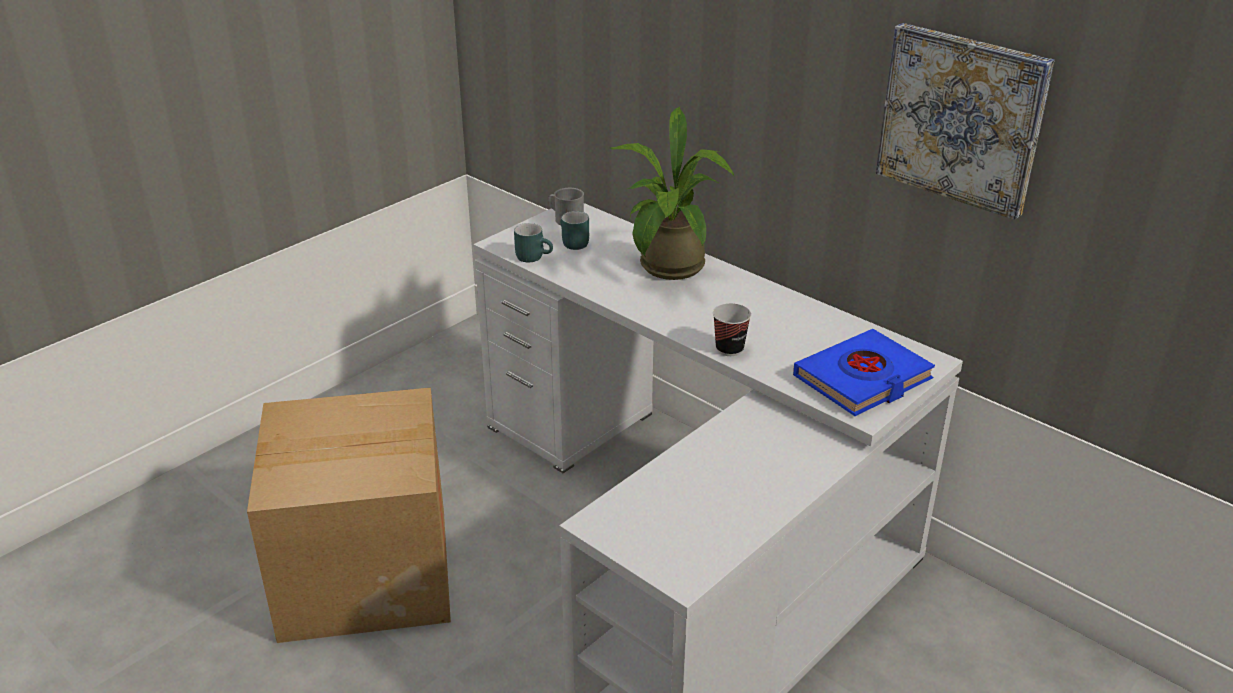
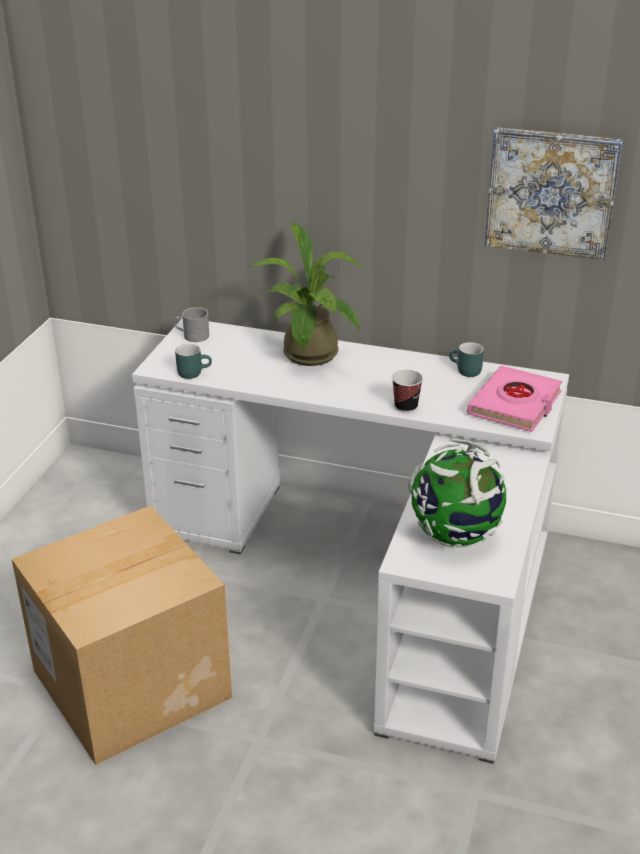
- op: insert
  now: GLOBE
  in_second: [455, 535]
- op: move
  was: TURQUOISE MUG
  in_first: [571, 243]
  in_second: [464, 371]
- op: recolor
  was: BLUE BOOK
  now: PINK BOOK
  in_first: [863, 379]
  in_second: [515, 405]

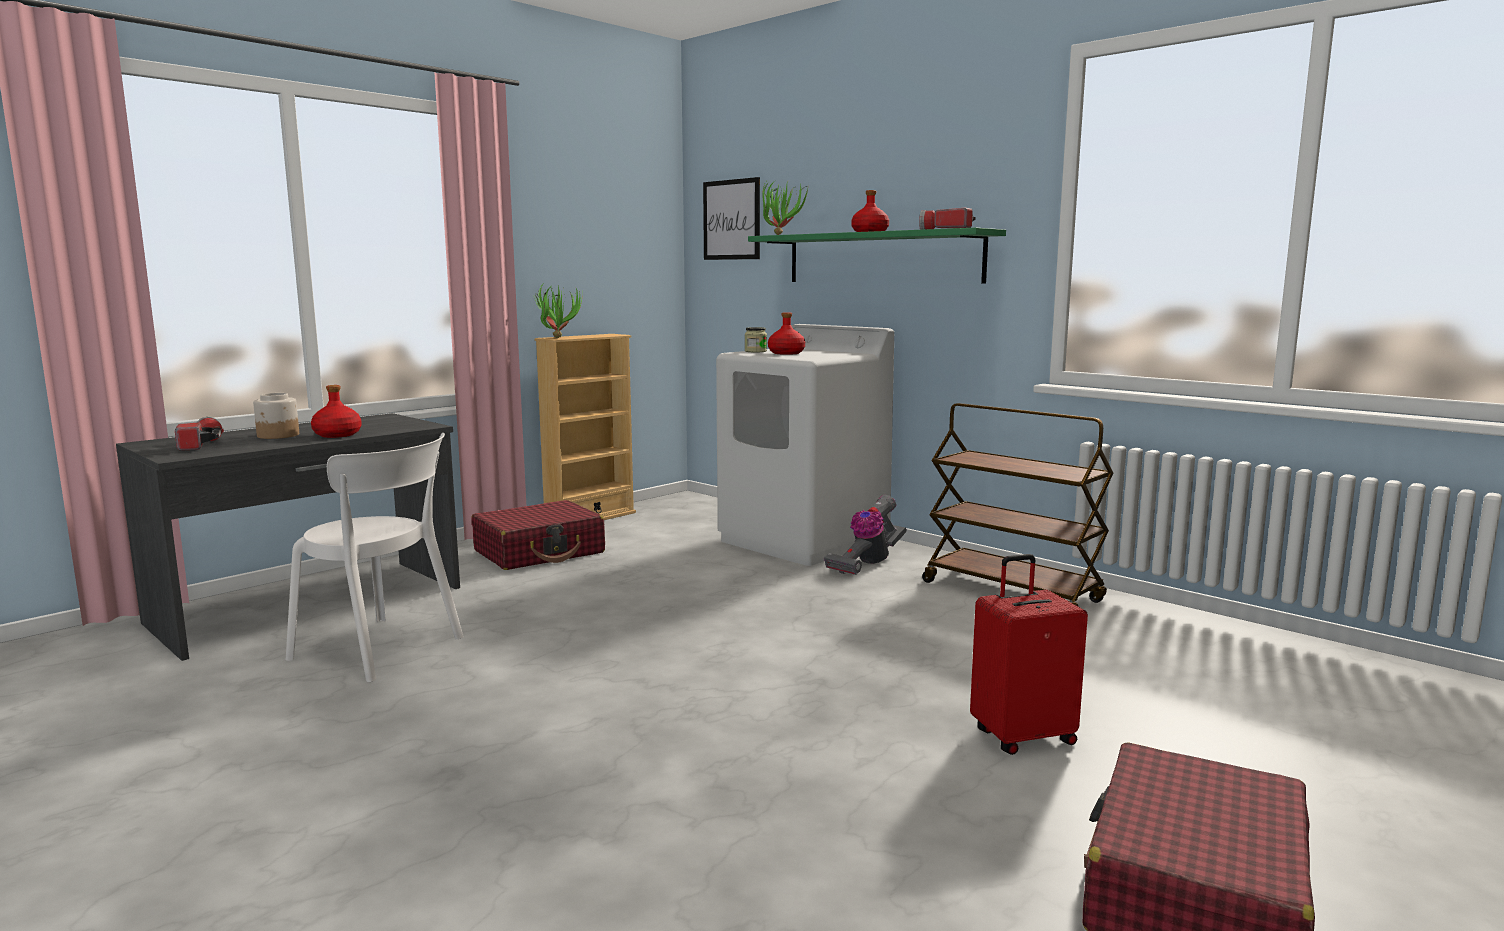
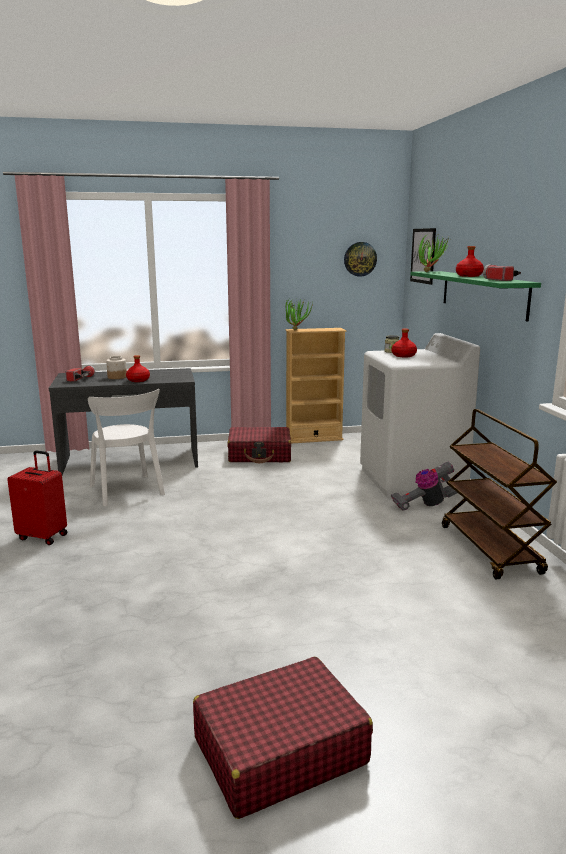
- op: insert
  now: WALL CLOCK
  in_second: [360, 259]
- op: move
  was: RED SUITCASE
  in_first: [1022, 736]
  in_second: [43, 536]

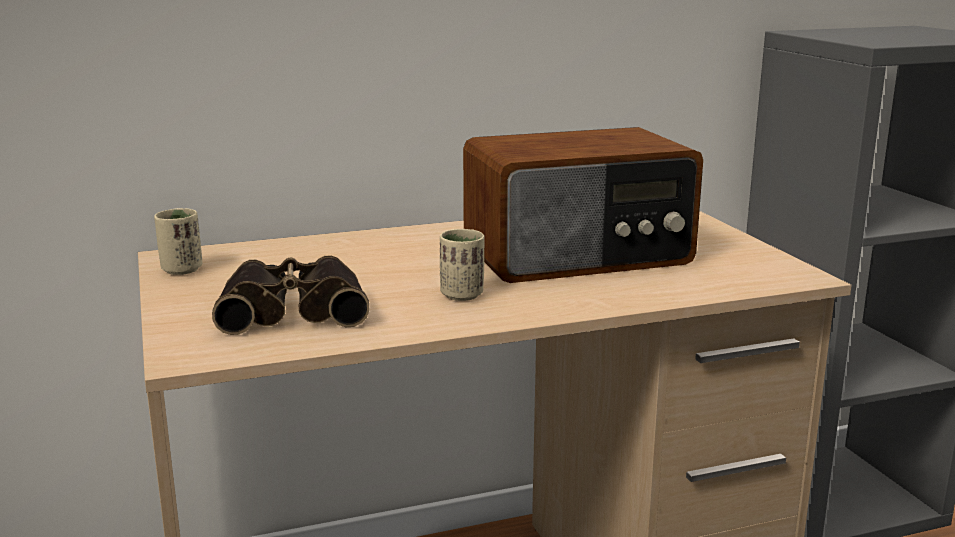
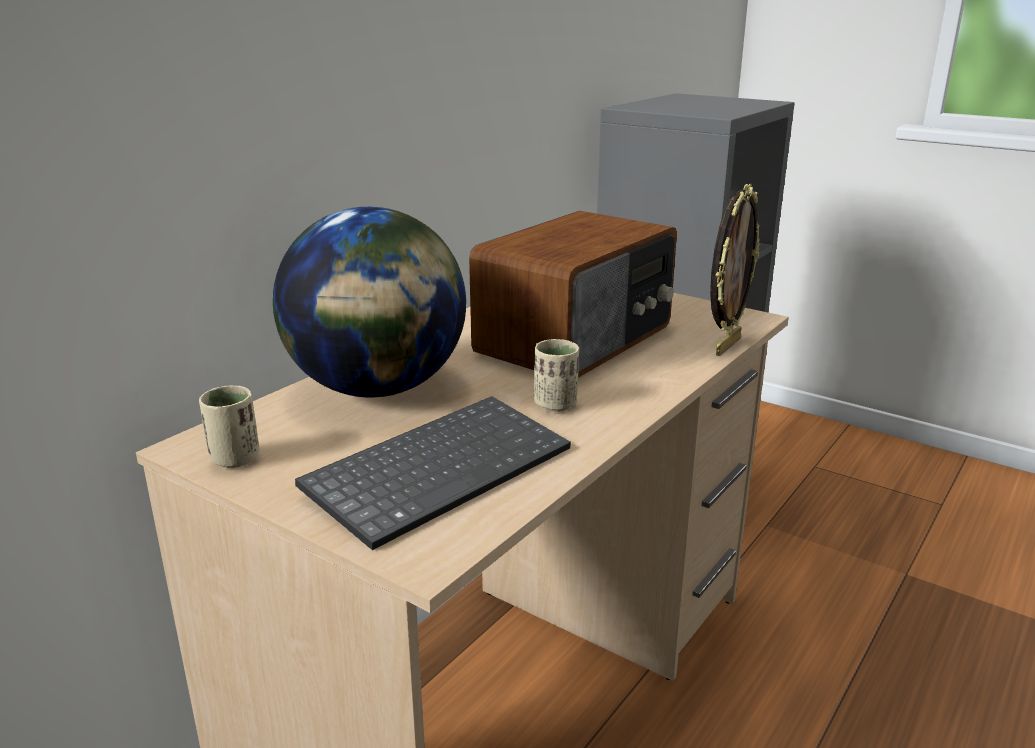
- op: insert
  now: GLOBE
  in_second: [378, 389]
- op: insert
  now: PICTURE FRAME
  in_second: [725, 346]
- op: replace
  was: BINOCULARS
  now: KEYBOARD
  in_first: [294, 311]
  in_second: [439, 468]

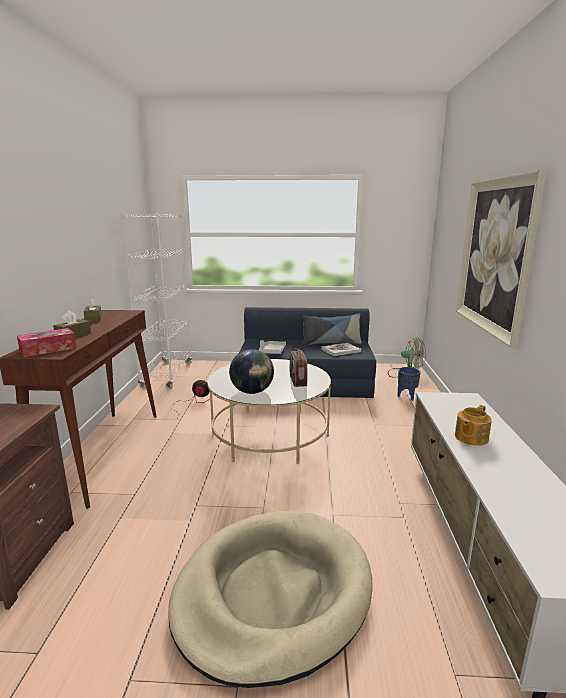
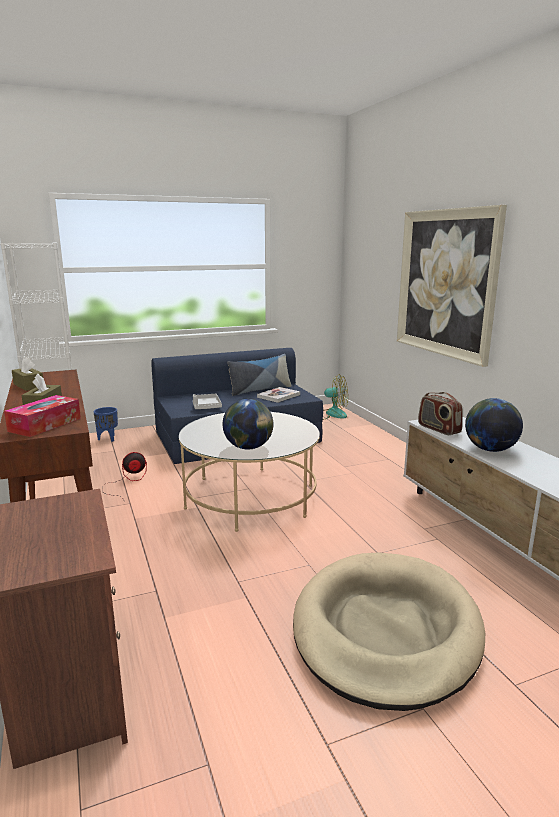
- op: move
  was: RADIO
  in_first: [297, 380]
  in_second: [438, 429]
- op: move
  was: BLUE PLANTER
  in_first: [406, 396]
  in_second: [107, 439]
- op: replace
  was: TEAPOT
  now: GLOBE
  in_first: [470, 438]
  in_second: [490, 449]

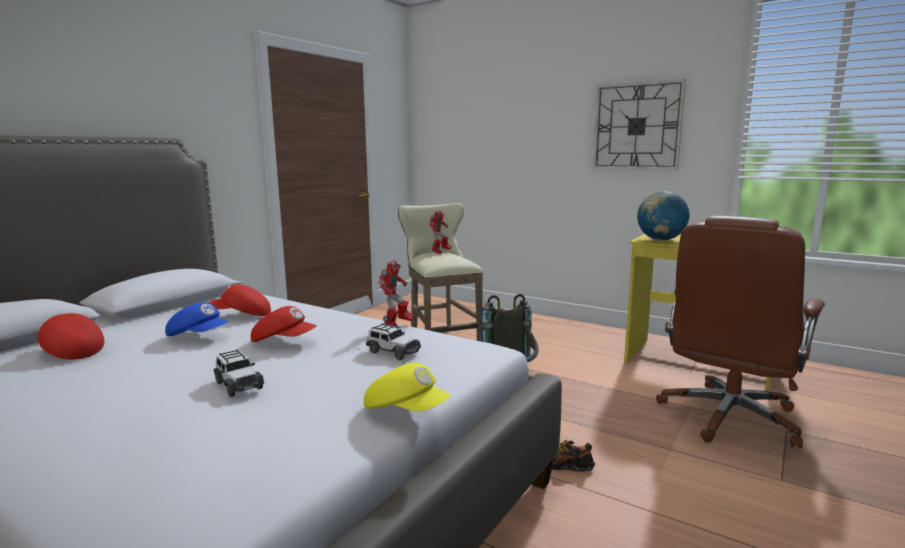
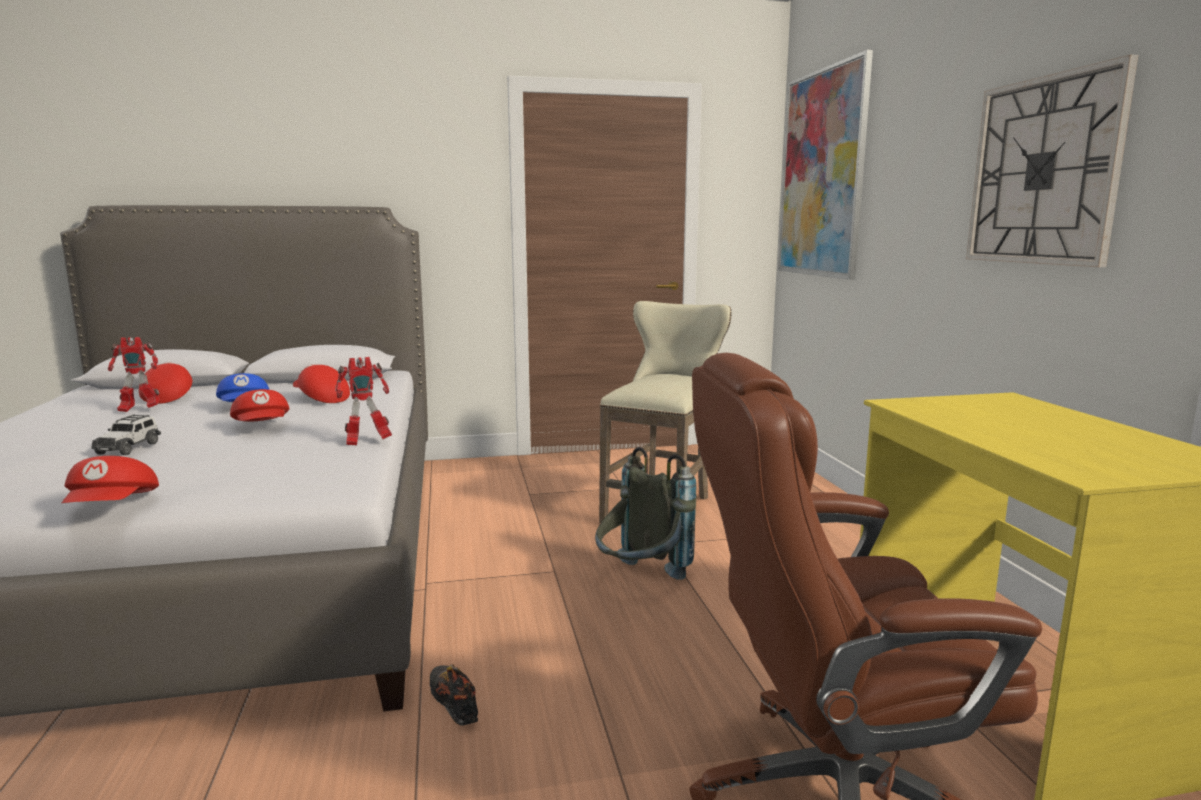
- op: delete
  was: TOY CAR
  in_first: [392, 352]
- op: delete
  was: GLOBE
  in_first: [661, 240]
- op: insert
  now: PICTURE
  in_second: [822, 174]
- op: move
  was: TOY ROBOT
  in_first: [440, 252]
  in_second: [139, 410]
- op: recolor
  was: YELLOW CAP
  now: RED CAP
  in_first: [406, 410]
  in_second: [114, 507]

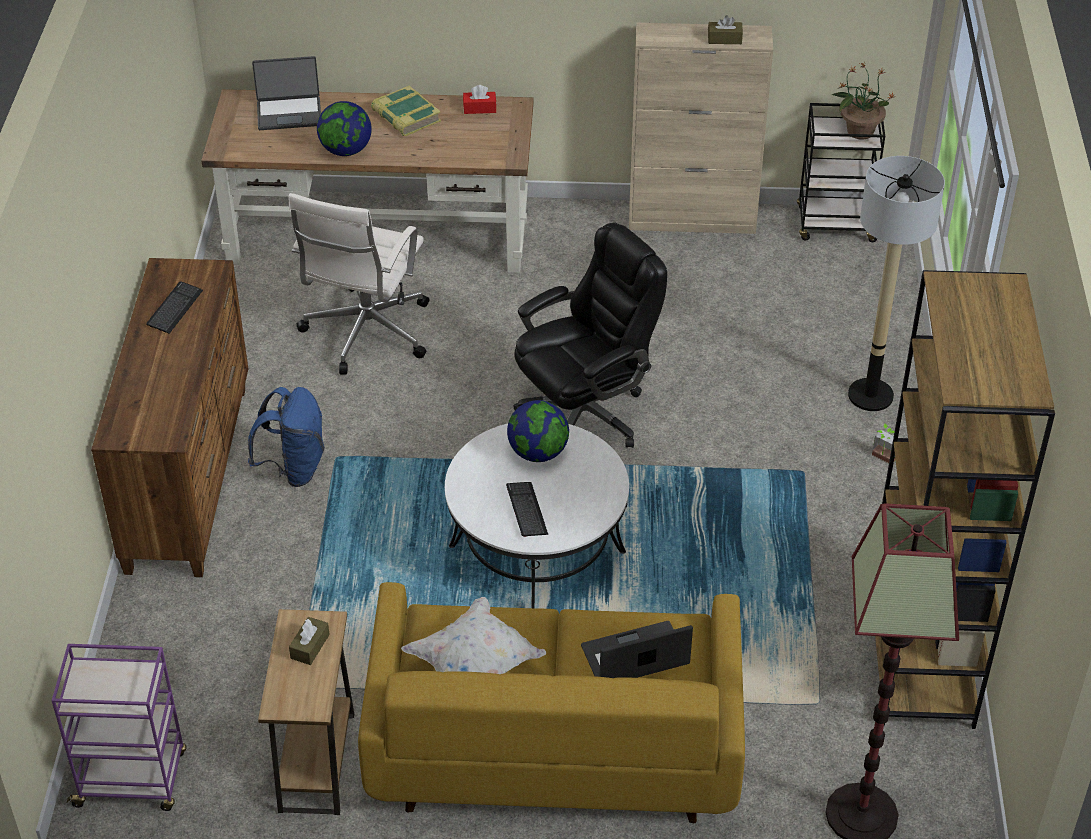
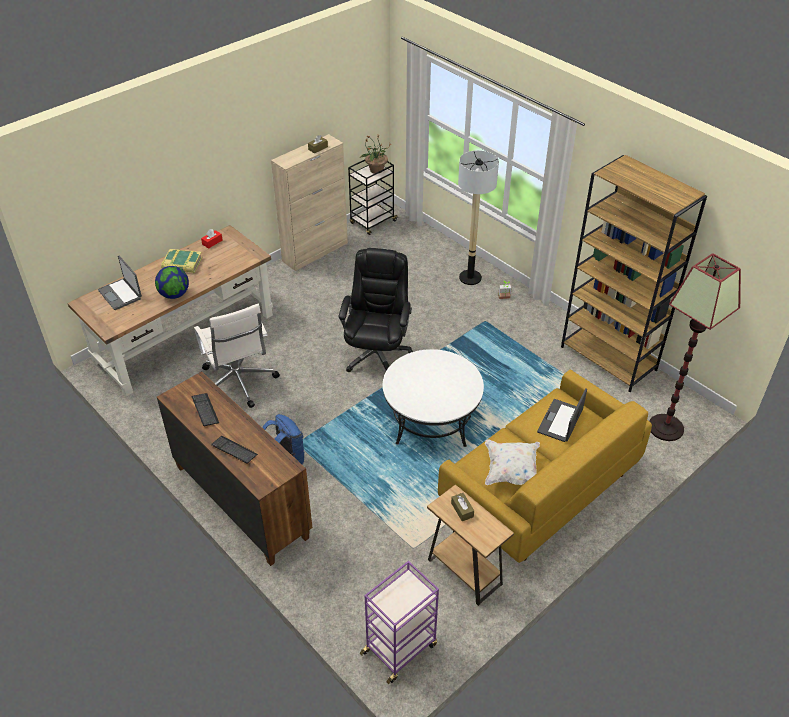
- op: delete
  was: GLOBE
  in_first: [538, 453]
- op: move
  was: KEYBOARD
  in_first: [526, 510]
  in_second: [234, 450]
- op: rotate
  was: LAPTOP
  in_first: [289, 113]
  in_second: [121, 294]
  clockwise: 105

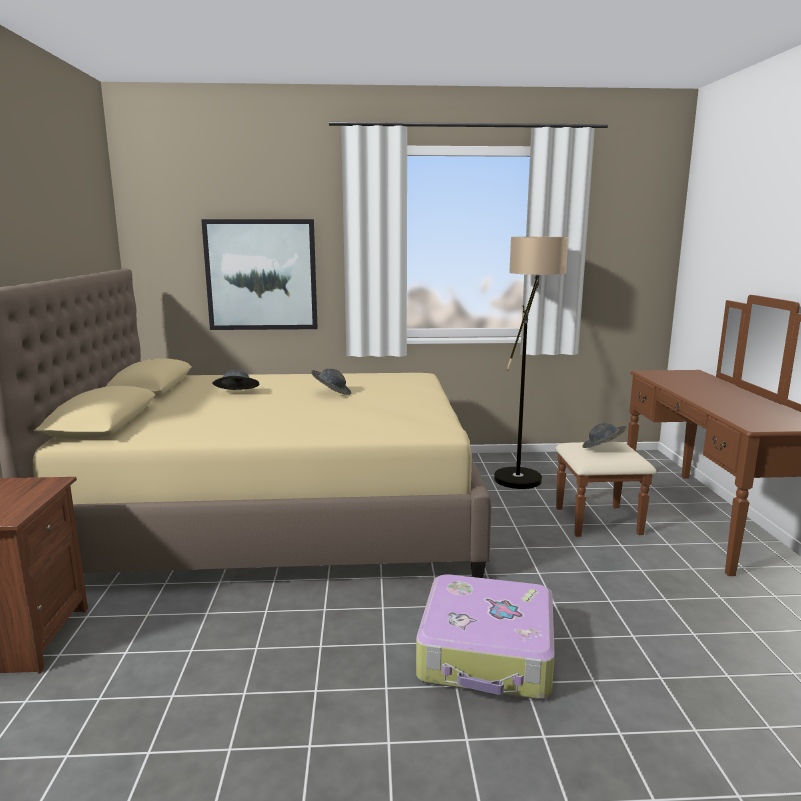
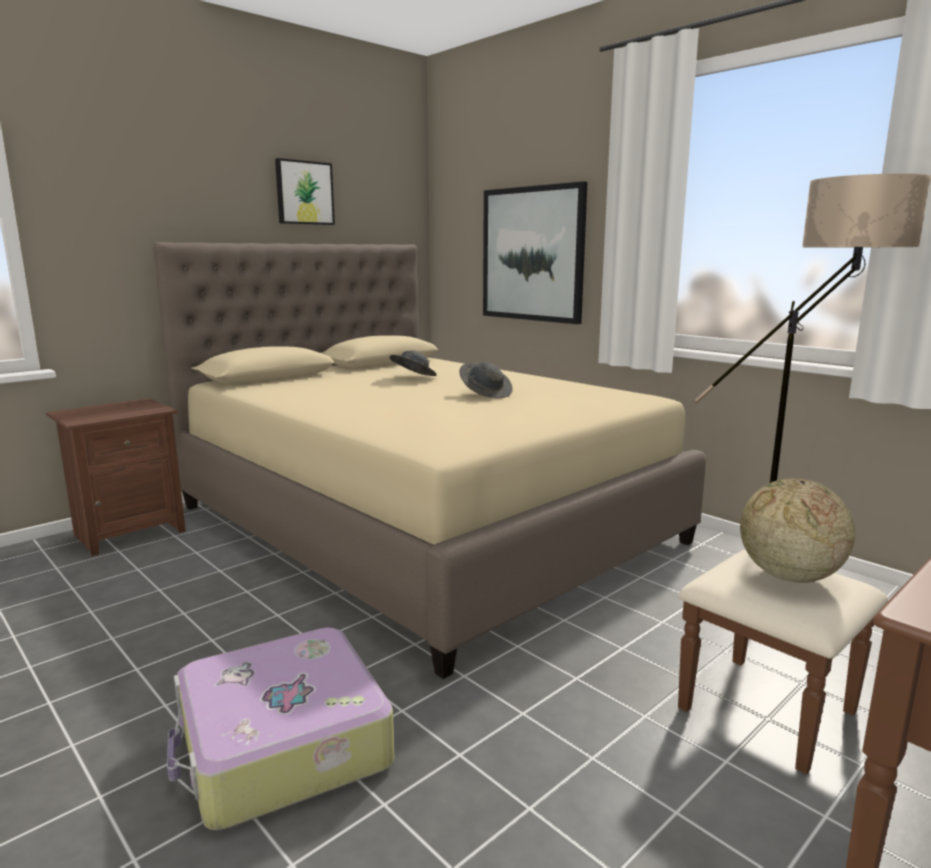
- op: insert
  now: PICTURE
  in_second: [304, 193]
- op: replace
  was: GREY HAT
  now: GLOBE
  in_first: [603, 448]
  in_second: [788, 576]

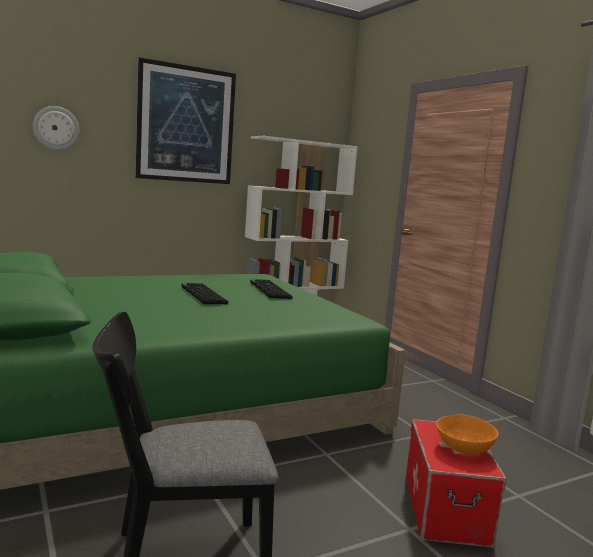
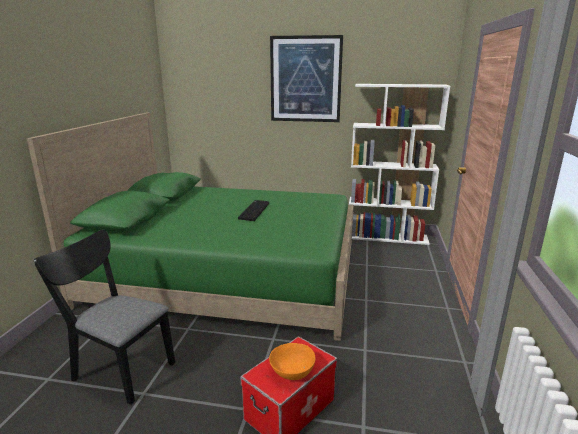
- op: delete
  was: WALL CLOCK
  in_first: [56, 128]
- op: delete
  was: KEYBOARD
  in_first: [268, 290]

